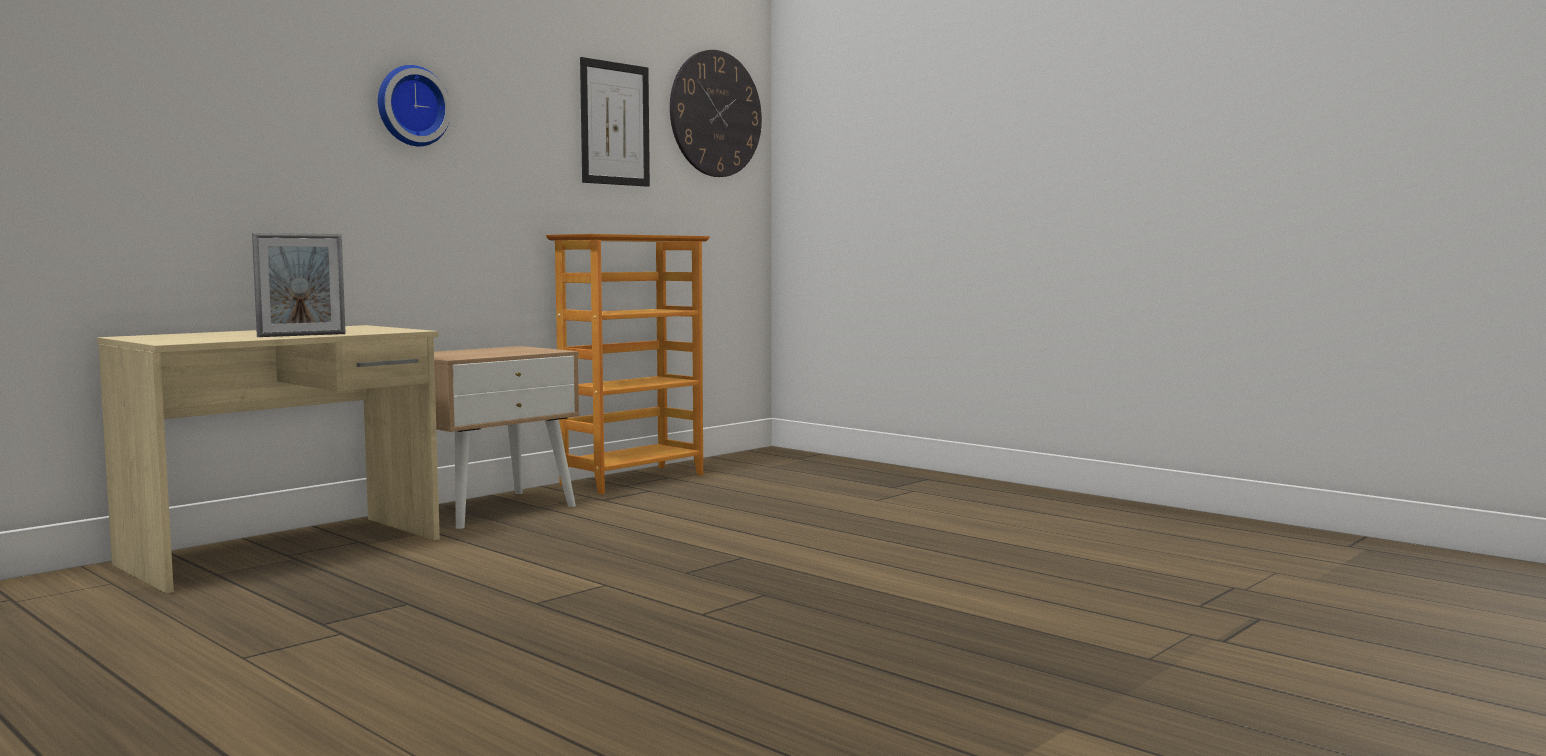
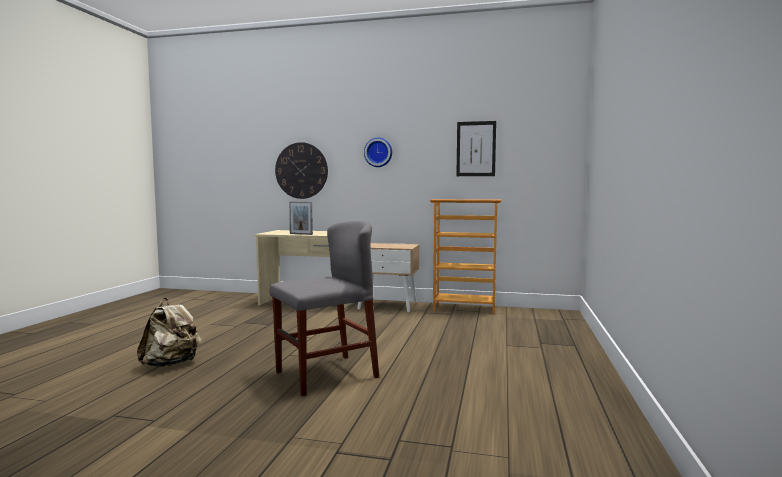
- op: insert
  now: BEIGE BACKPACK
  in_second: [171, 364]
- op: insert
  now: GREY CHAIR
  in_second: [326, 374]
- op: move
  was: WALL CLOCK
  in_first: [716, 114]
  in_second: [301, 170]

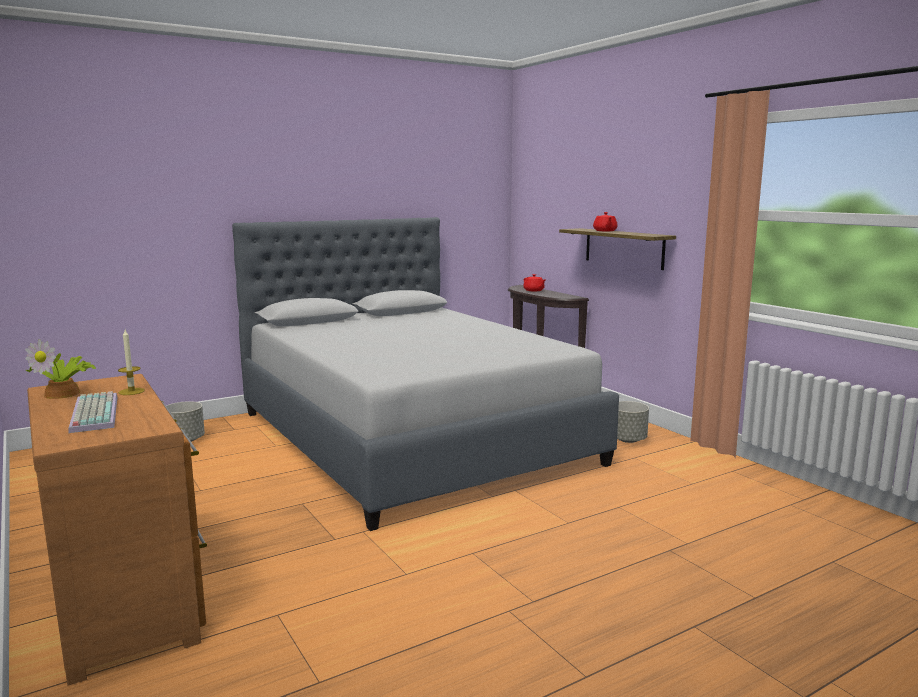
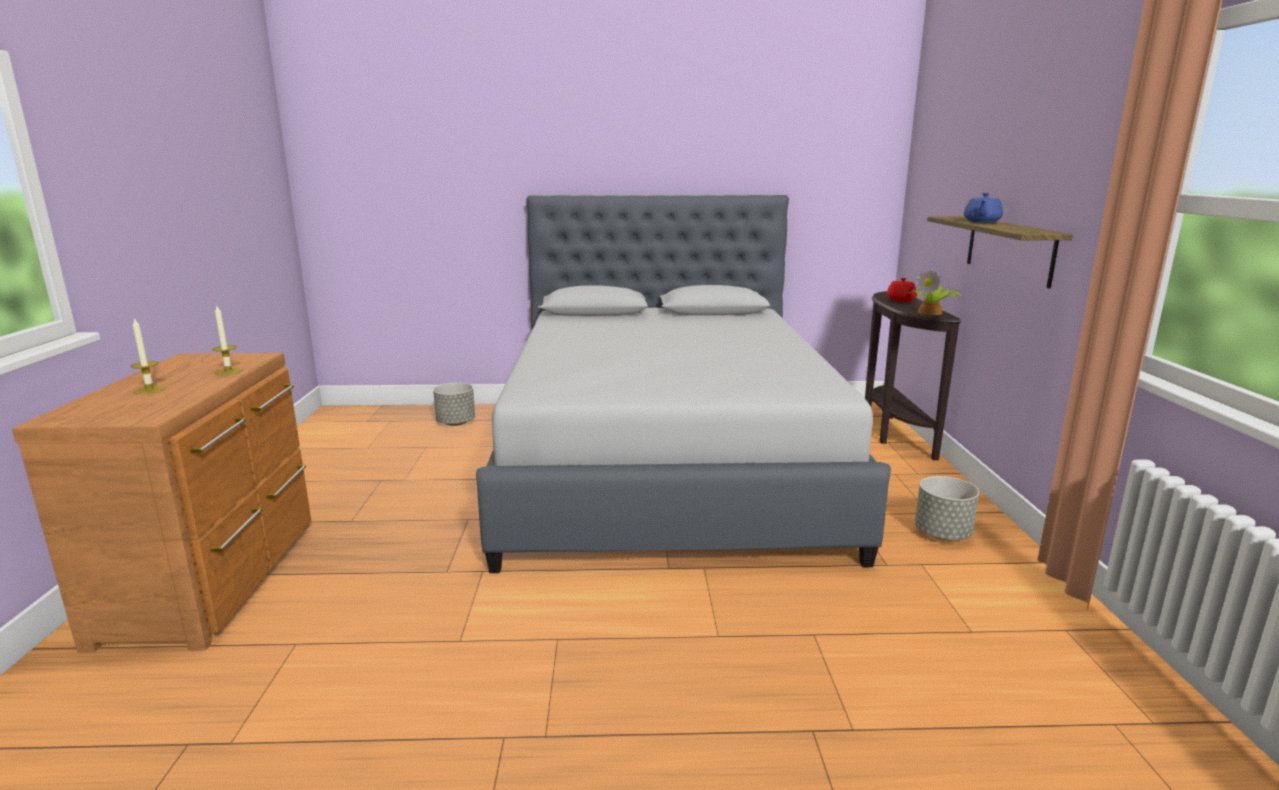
- op: move
  was: POTTED PLANT
  in_first: [65, 393]
  in_second: [931, 312]
- op: replace
  was: KEYBOARD
  now: CANDLE
  in_first: [92, 413]
  in_second: [150, 390]
- op: recolor
  was: RED TEAPOT
  now: BLUE TEAPOT
  in_first: [605, 231]
  in_second: [981, 222]

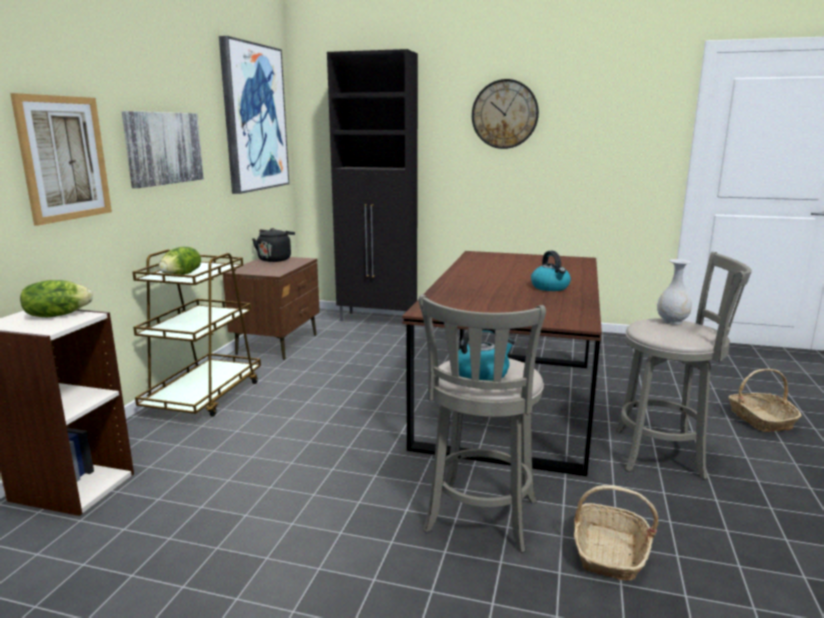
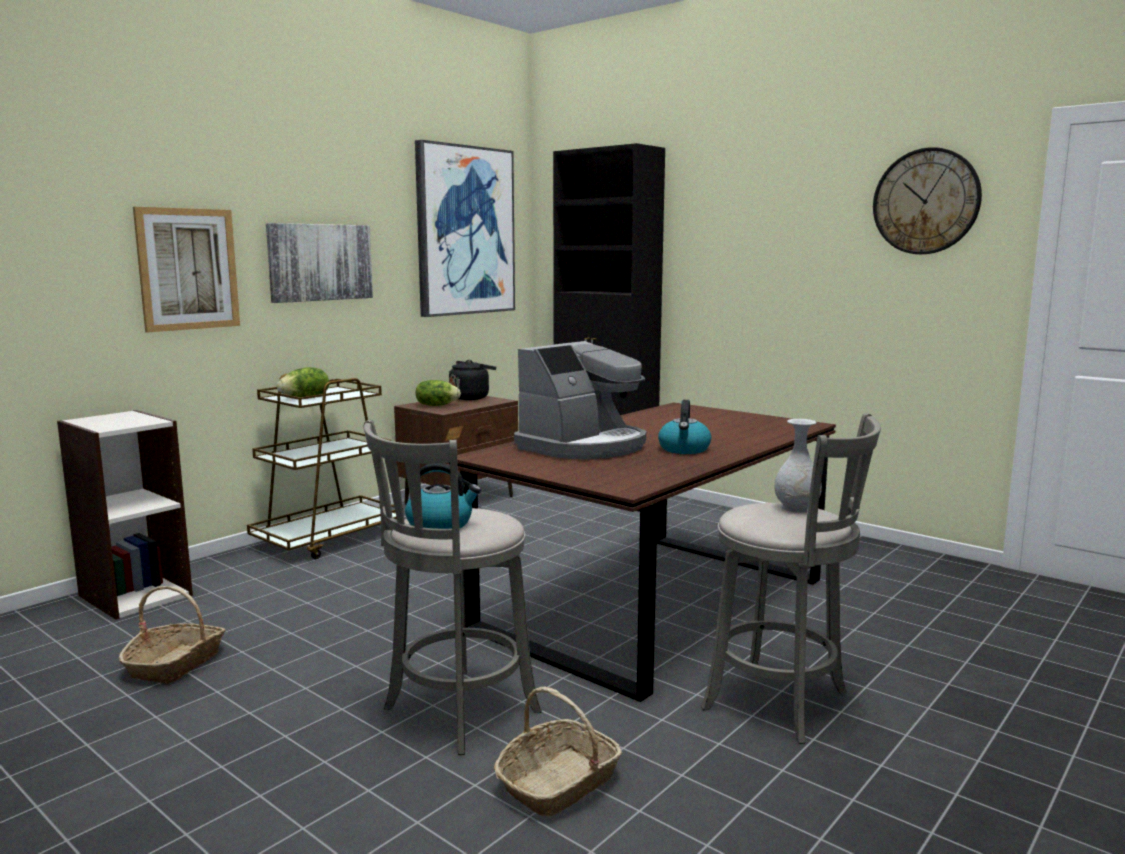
- op: insert
  now: COFFEE MACHINE
  in_second: [584, 446]
- op: move
  was: LETTUCE
  in_first: [57, 315]
  in_second: [436, 405]
- op: move
  was: WALL CLOCK
  in_first: [504, 114]
  in_second: [926, 201]
- op: move
  was: BASKET
  in_first: [760, 419]
  in_second: [176, 663]

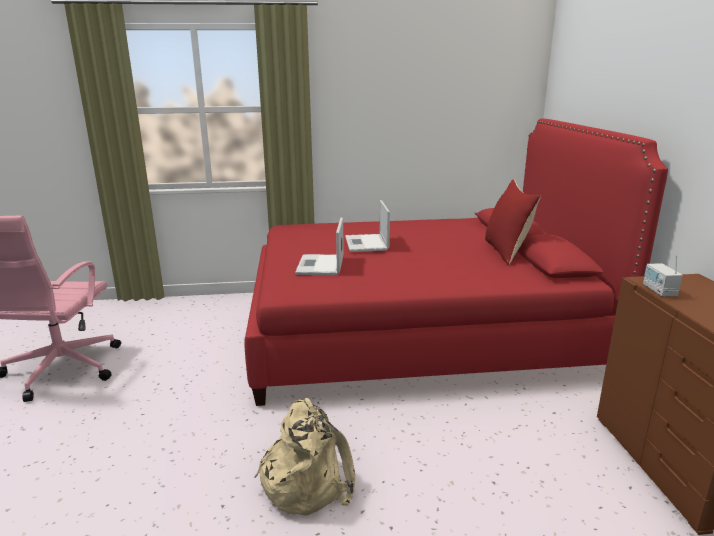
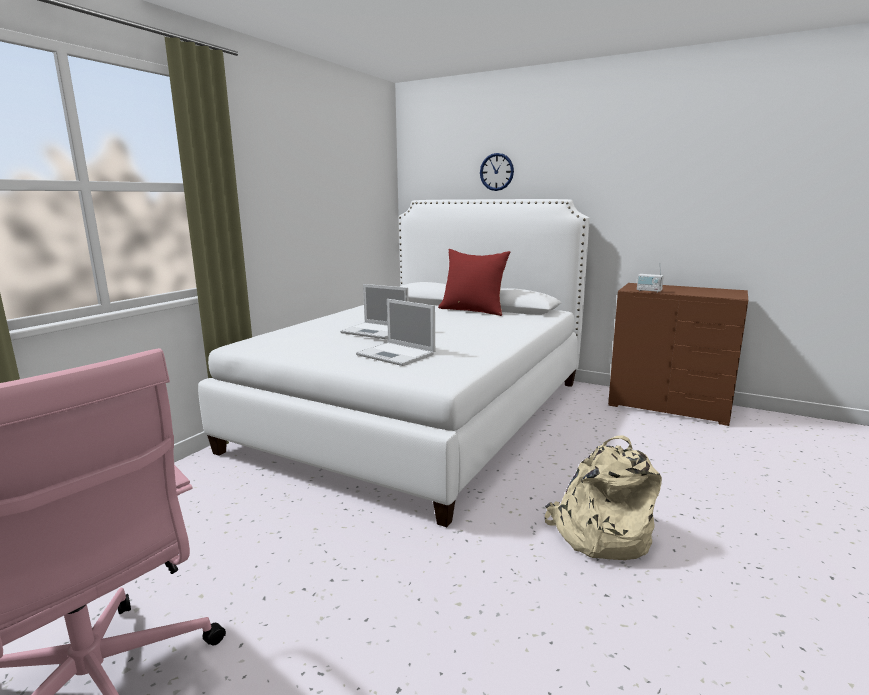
- op: insert
  now: WALL CLOCK
  in_second: [496, 172]
- op: recolor
  was: RED BED
  now: WHITE BED
  in_first: [417, 331]
  in_second: [420, 413]

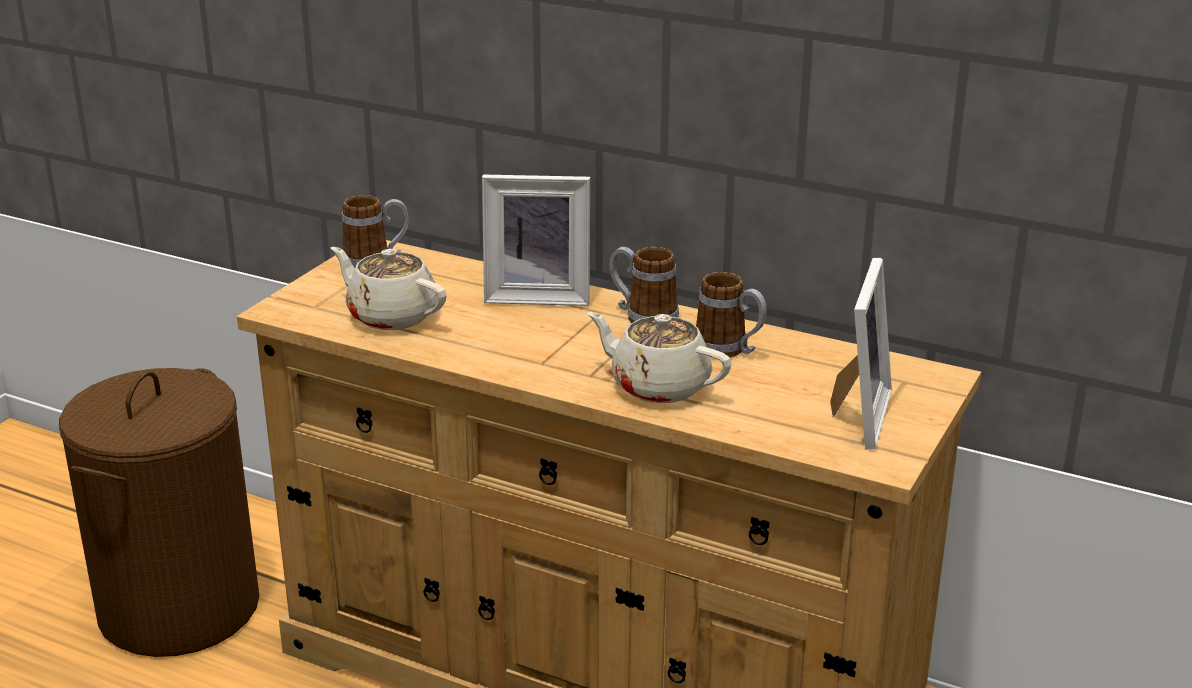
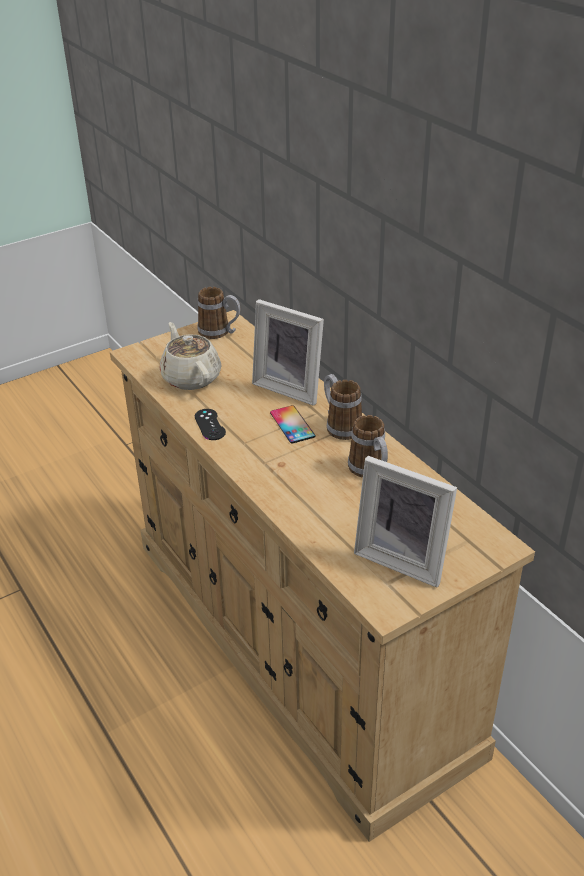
- op: delete
  was: BROWN LAUNDRY BASKET
  in_first: [180, 607]
- op: delete
  was: BEIGE TEAPOT
  in_first: [658, 386]
- op: insert
  now: BLACK GAME CONTROLLER
  in_second: [210, 424]
- op: insert
  now: PHONE
  in_second: [292, 424]
- op: rotate
  was: PICTURE FRAME
  in_first: [855, 416]
  in_second: [403, 558]
  clockwise: 75

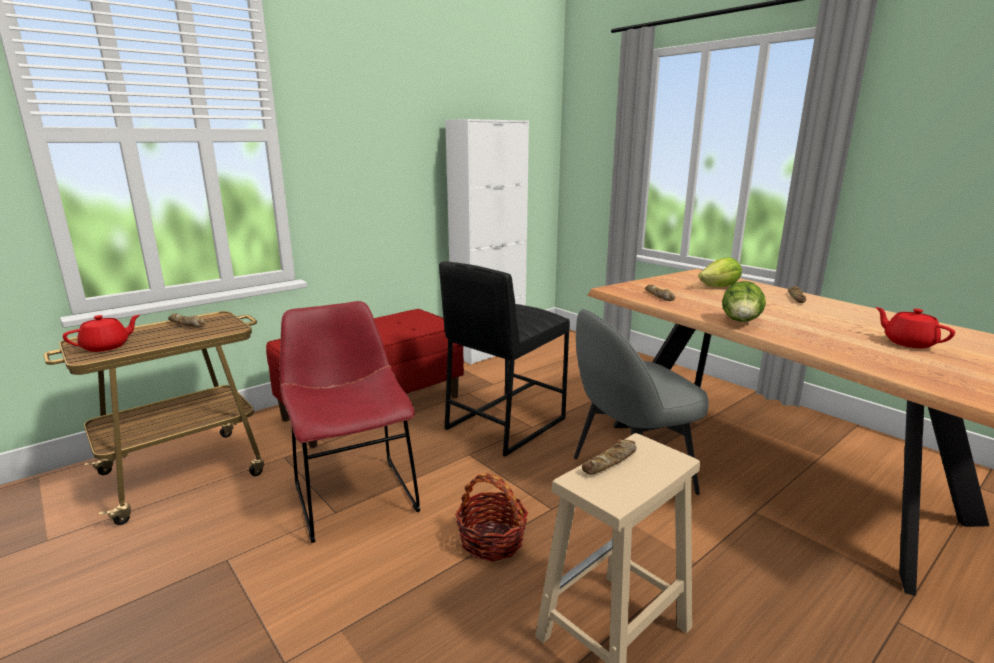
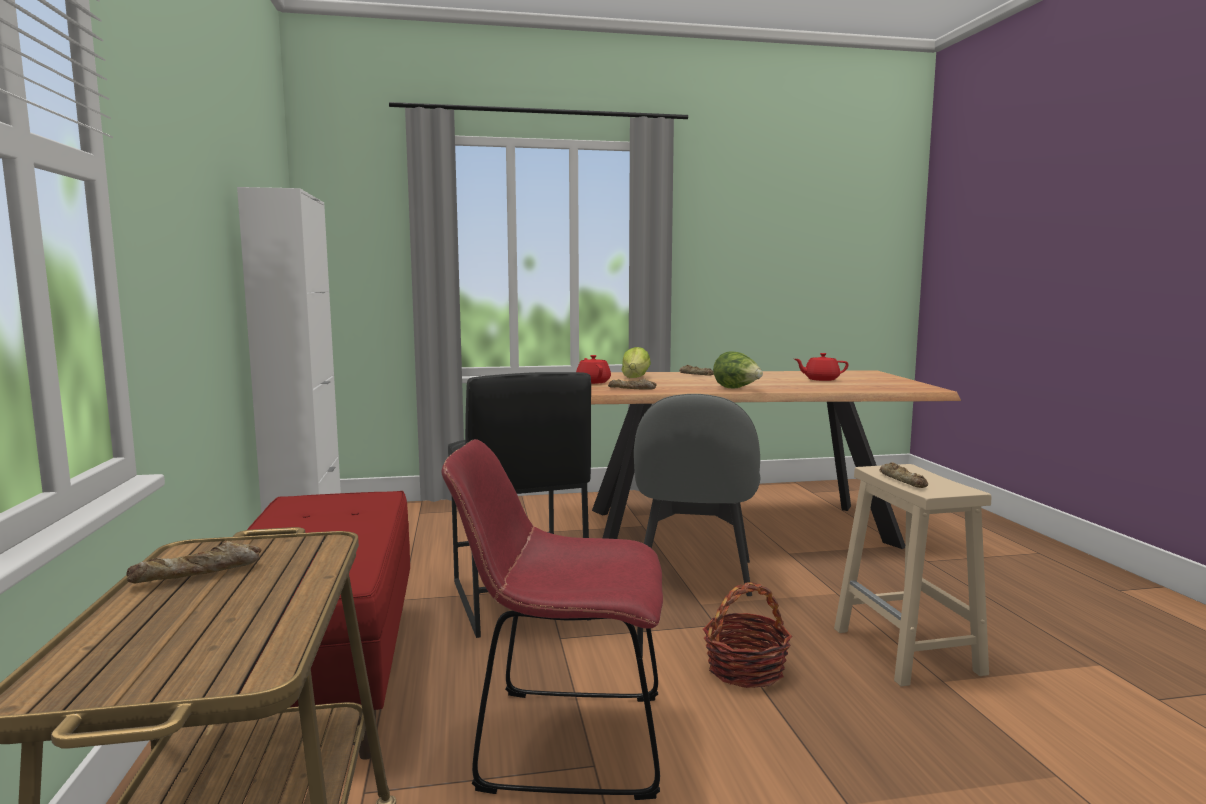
- op: move
  was: RED TEAPOT
  in_first: [107, 347]
  in_second: [593, 382]

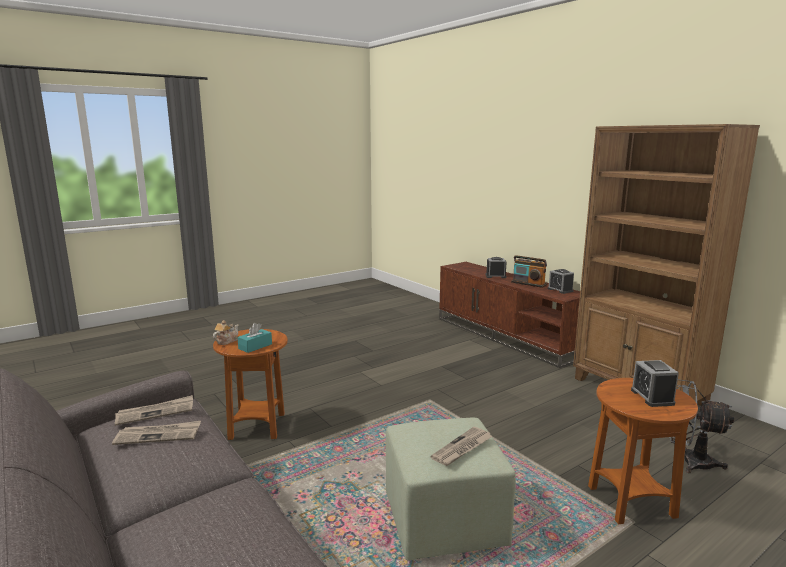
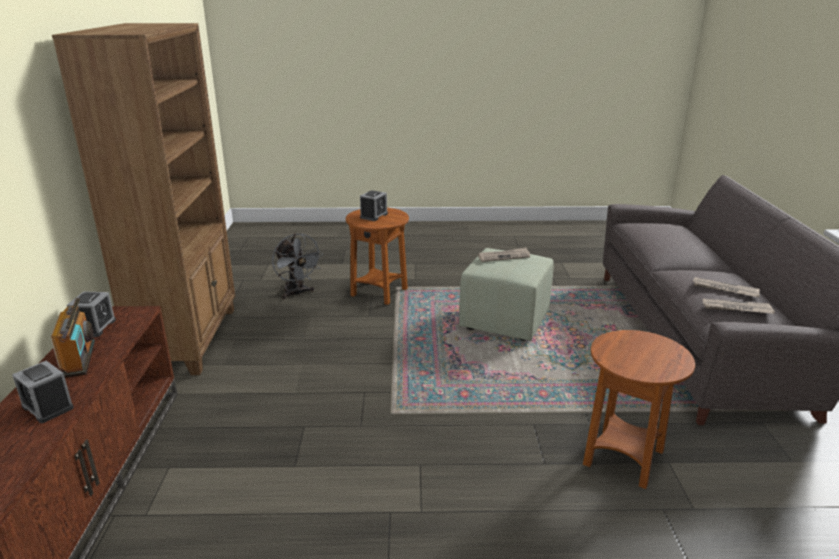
- op: delete
  was: TEAPOT
  in_first: [226, 341]
- op: delete
  was: TURQUOISE TISSUE BOX
  in_first: [255, 346]

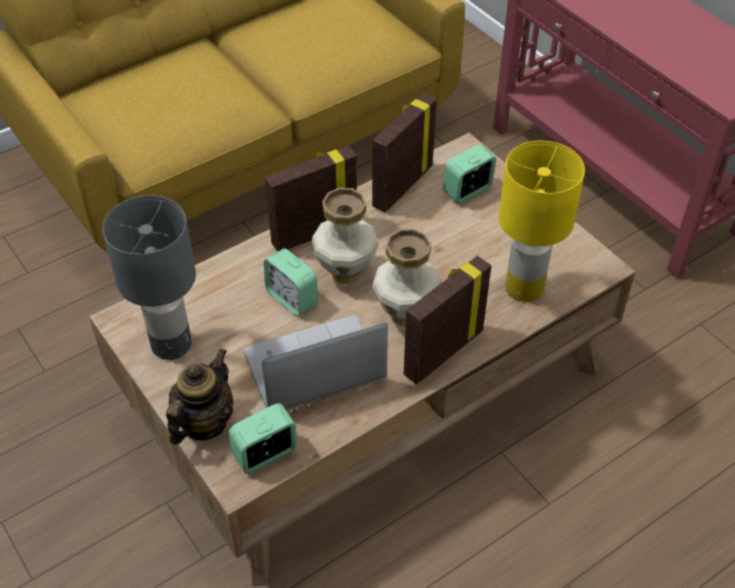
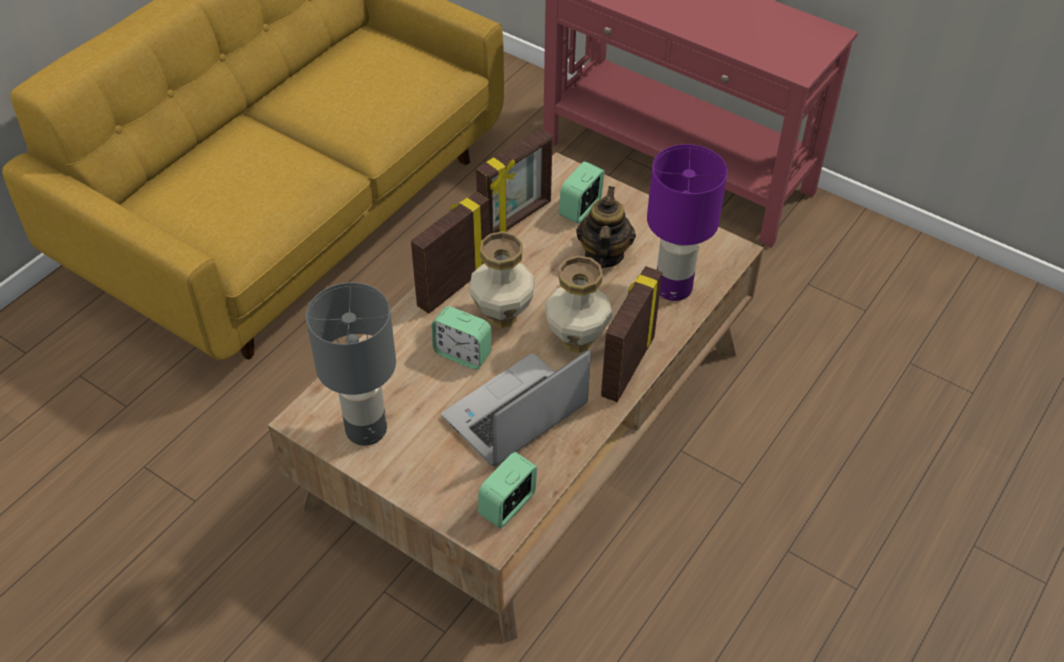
- op: move
  was: TEAPOT
  in_first: [203, 422]
  in_second: [603, 255]
- op: recolor
  was: YELLOW TABLE LAMP
  now: PURPLE TABLE LAMP
  in_first: [524, 289]
  in_second: [674, 288]
- op: rotate
  was: PICTURE FRAME
  in_first: [401, 186]
  in_second: [516, 219]
  clockwise: -150

